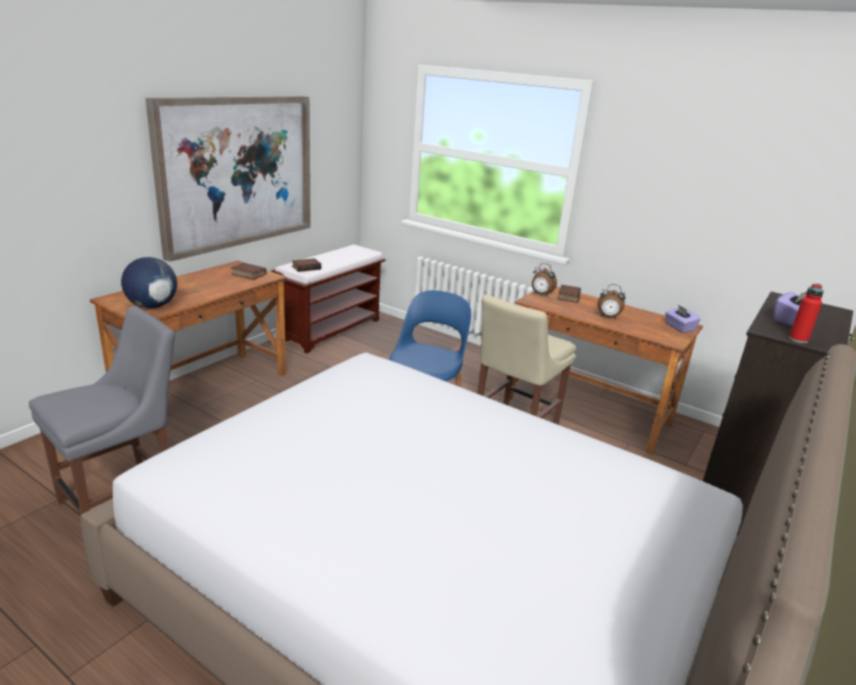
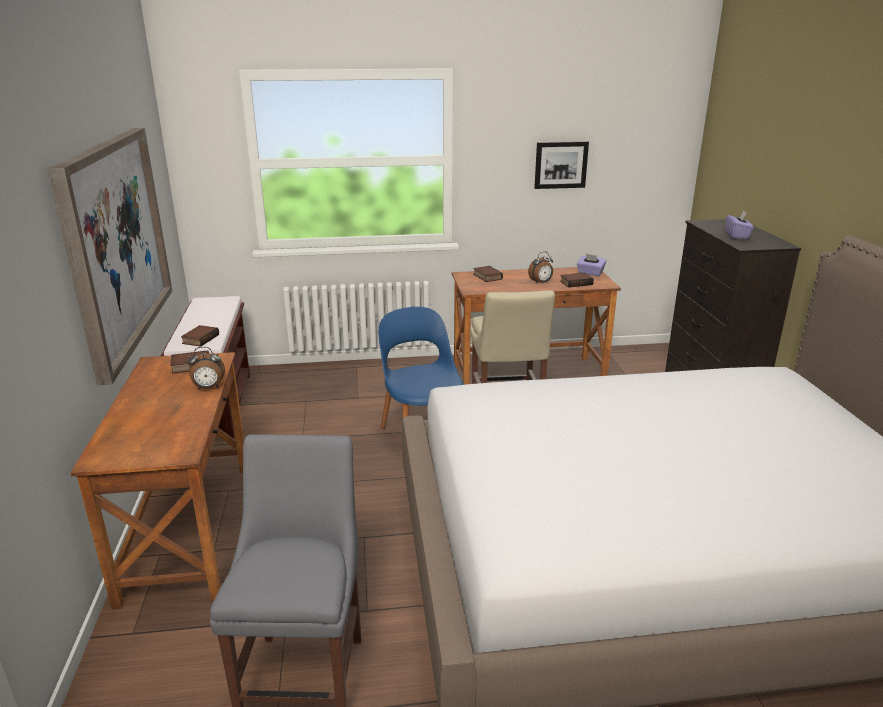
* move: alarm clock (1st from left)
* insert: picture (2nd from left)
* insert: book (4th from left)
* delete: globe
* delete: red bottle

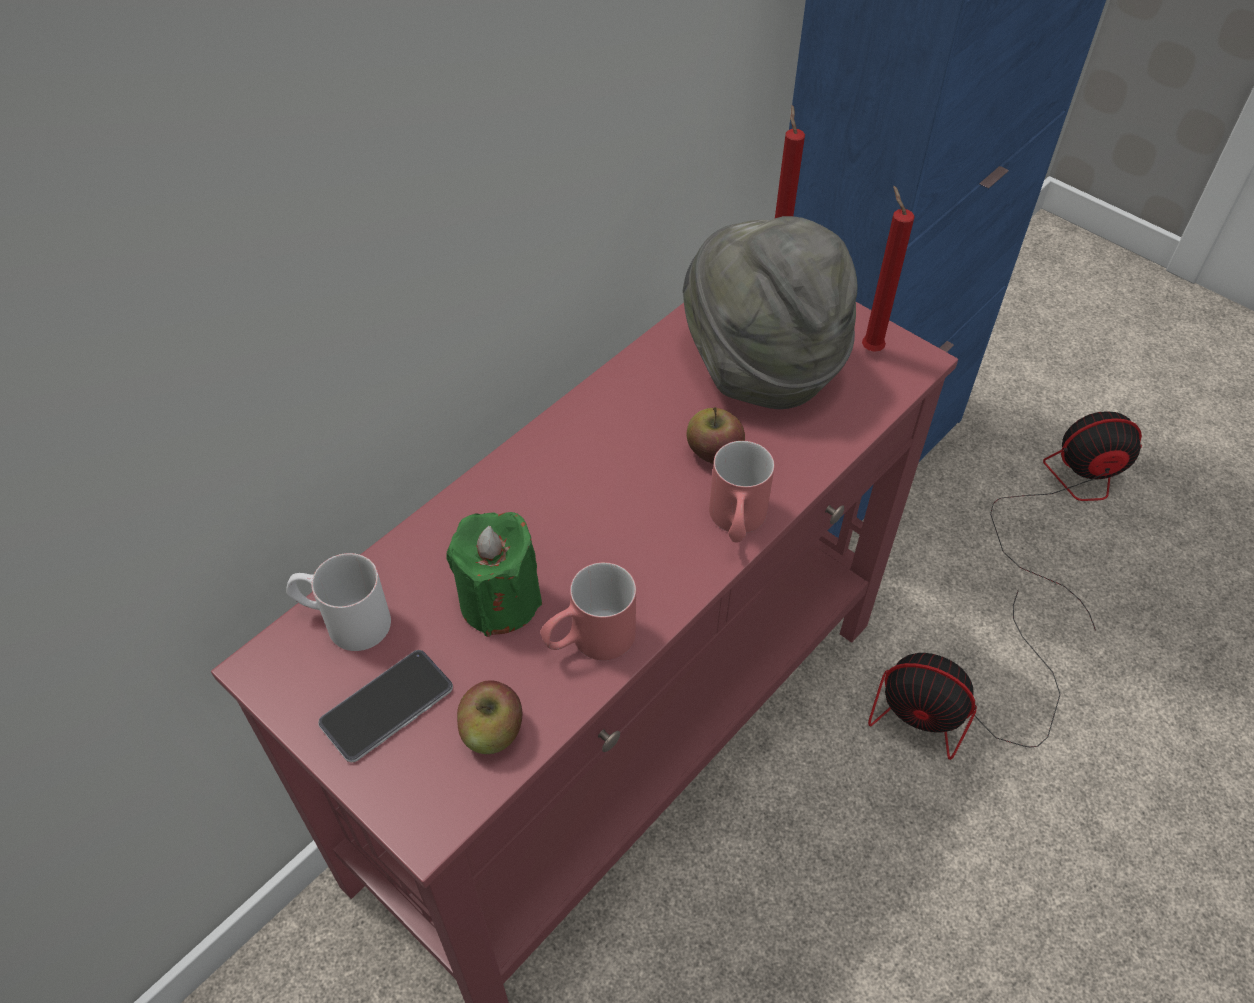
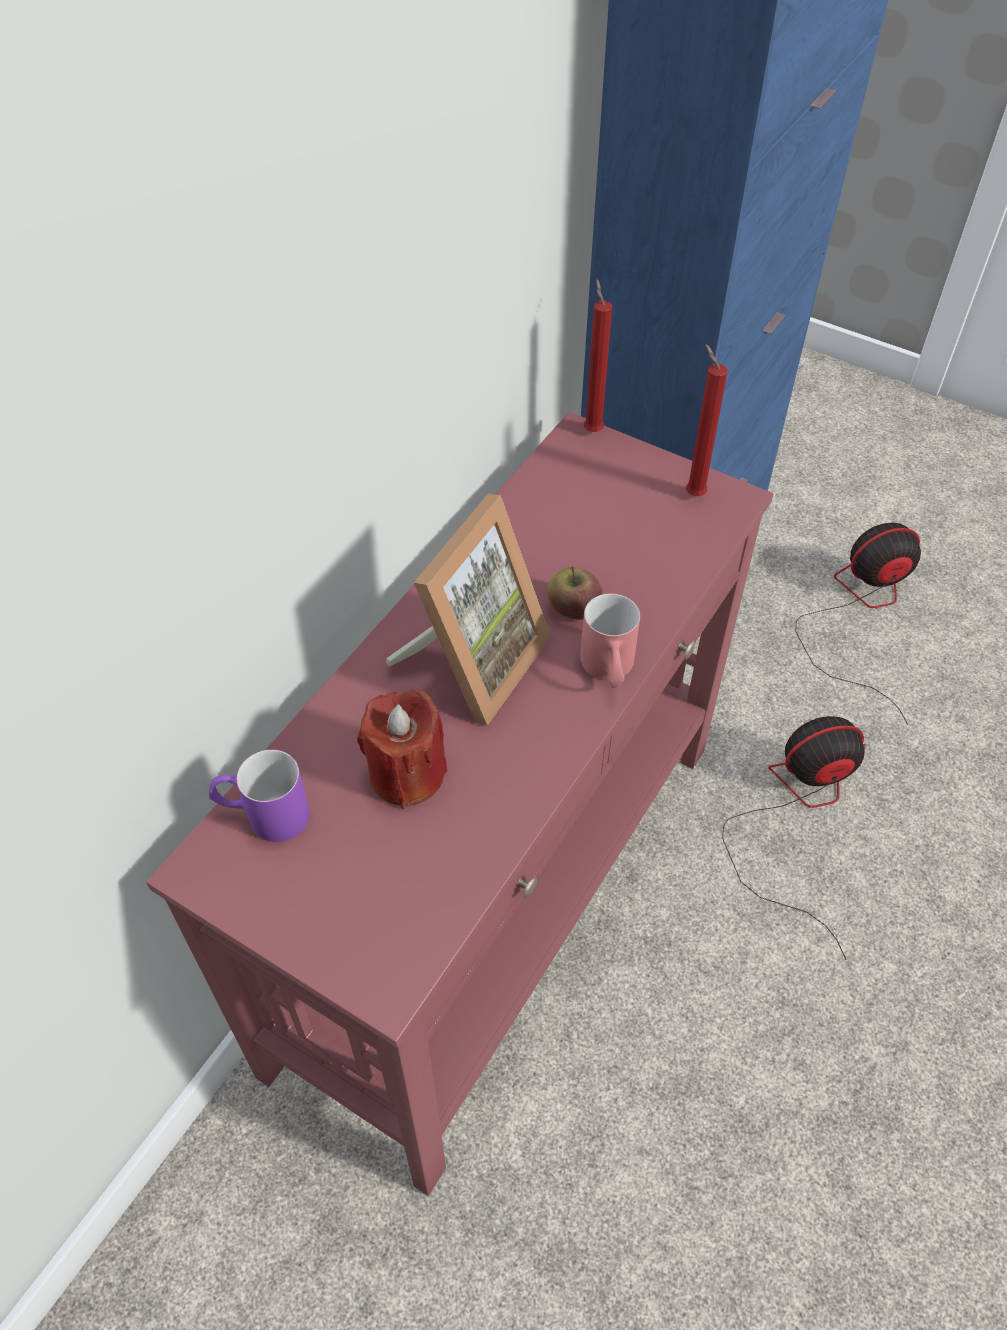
* recolor: white mug to purple mug
* recolor: green candle to red candle (1st from left)
* insert: picture frame
* rotate: fan (1st from left) 150 degrees clockwise
* delete: phone
* delete: apple (1st from left)
* delete: red mug (1st from left)
* delete: grey hat

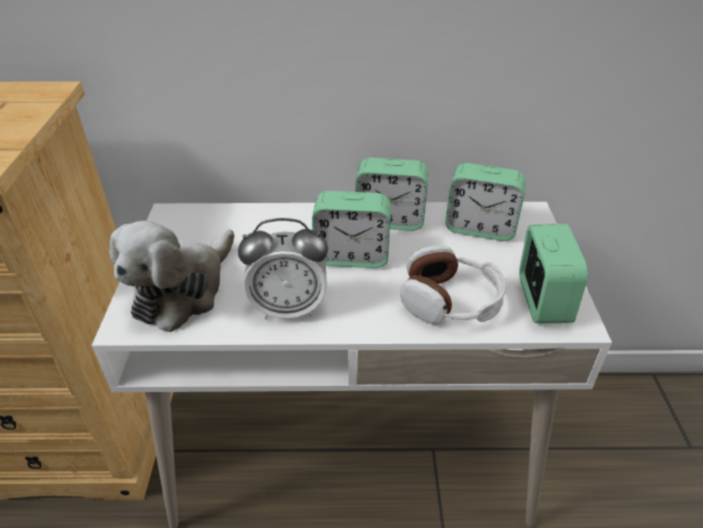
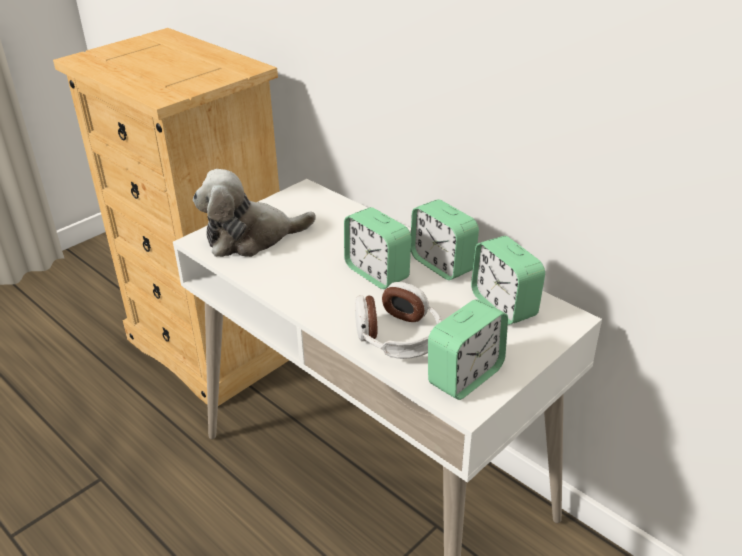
* delete: alarm clock (1st from left)

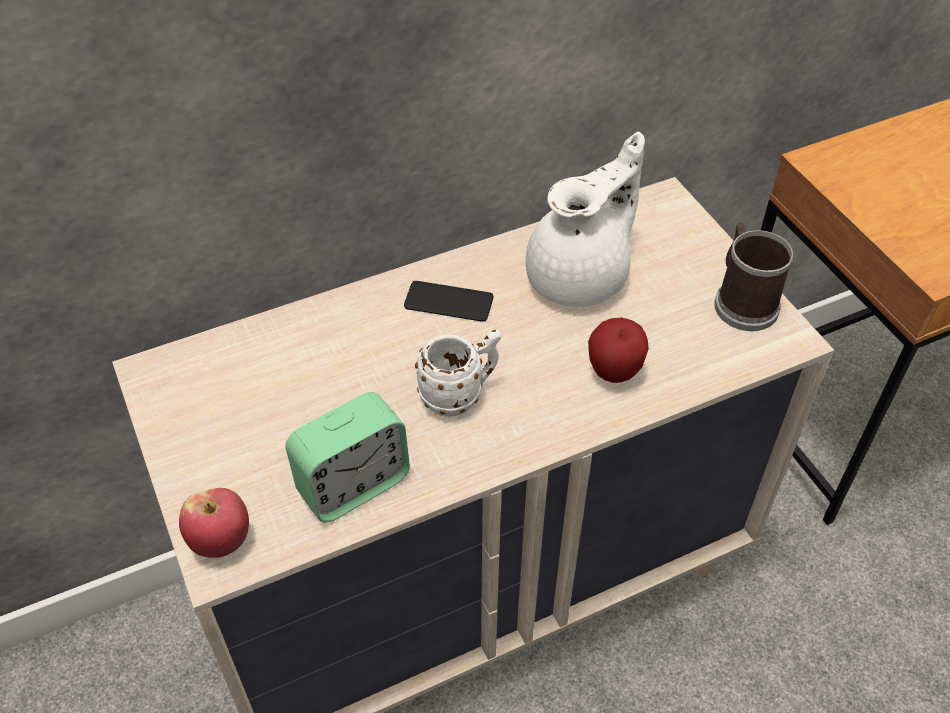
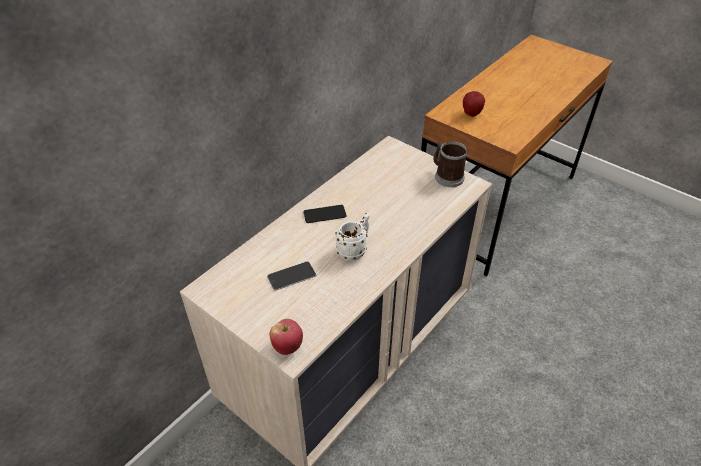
* insert: phone (1st from left)
* move: apple (2nd from left)
* delete: alarm clock
* delete: white teapot

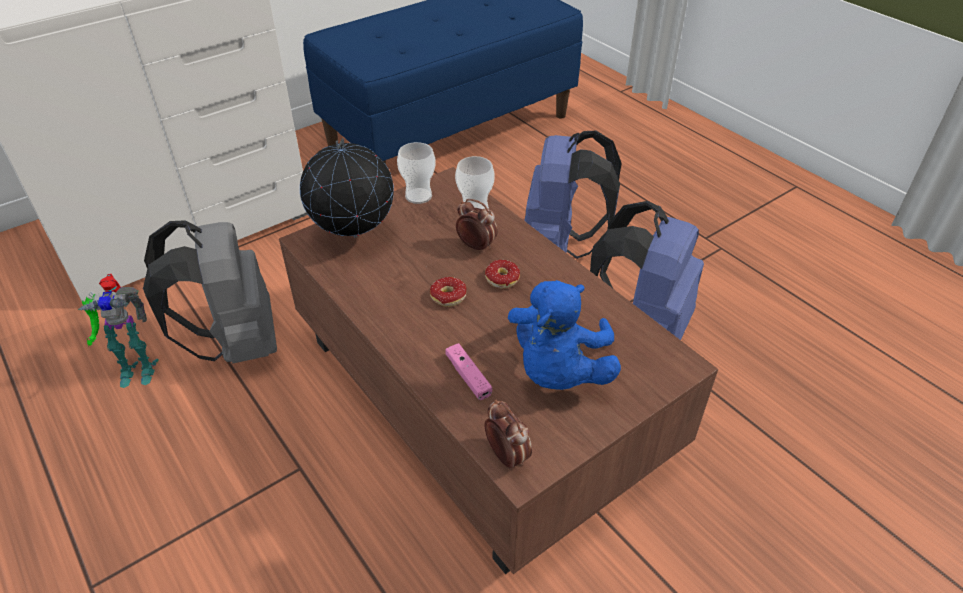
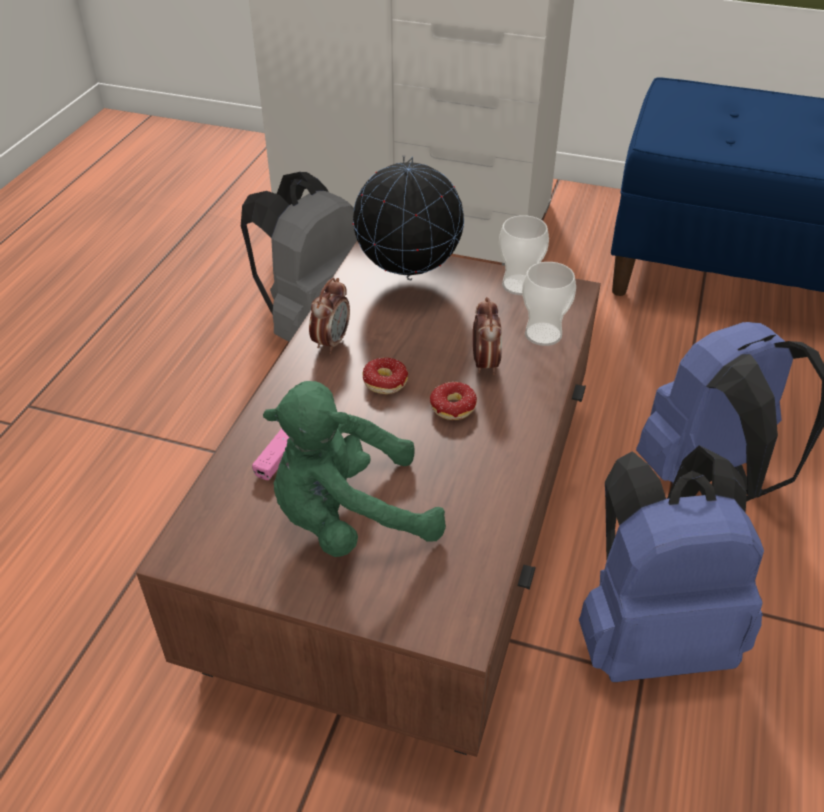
* recolor: blue plush toy to green plush toy
* move: alarm clock (2nd from left in the first image) to alarm clock (1st from left)
* delete: toy robot

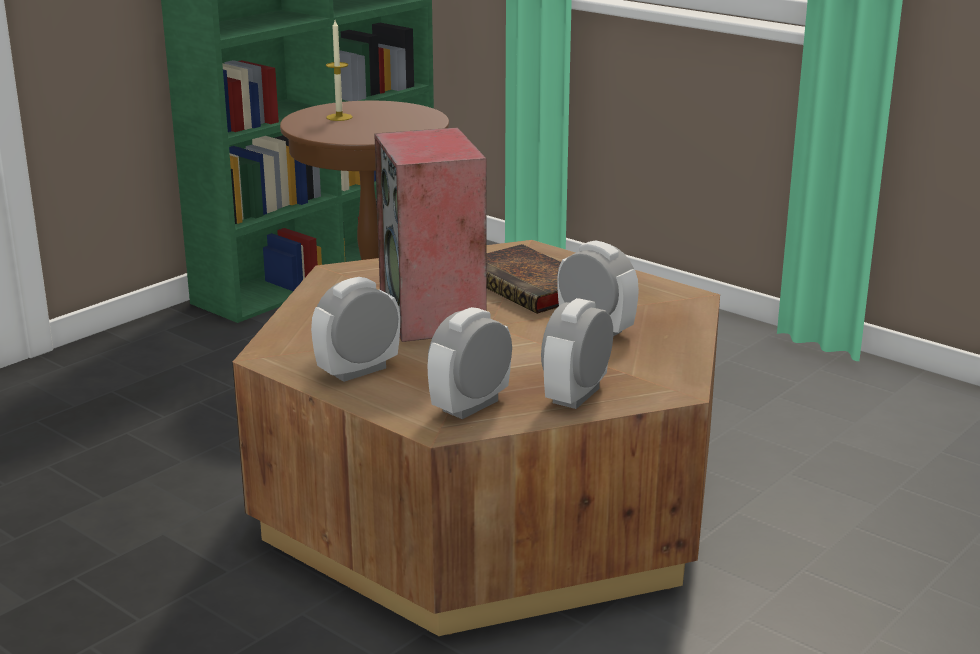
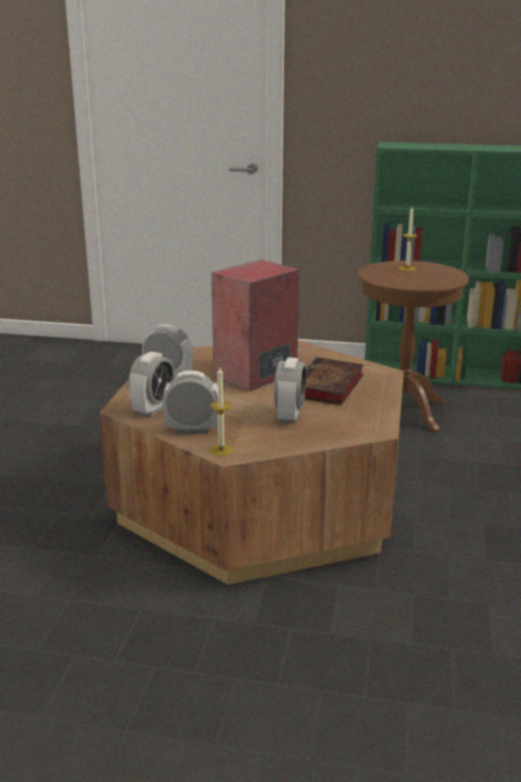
* rotate: alarm clock (2nd from left in the first image) 105 degrees clockwise
* insert: candle (1st from left)

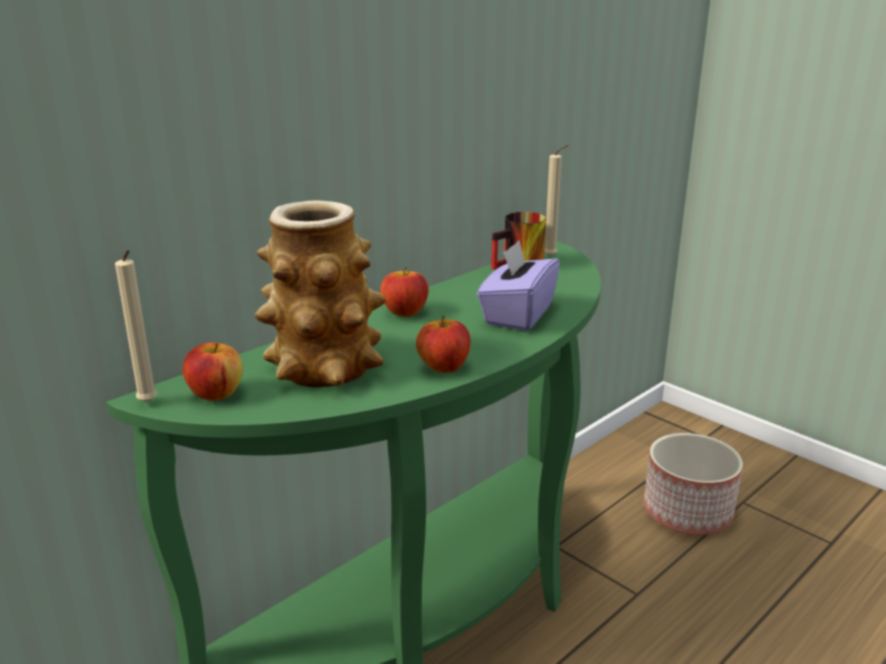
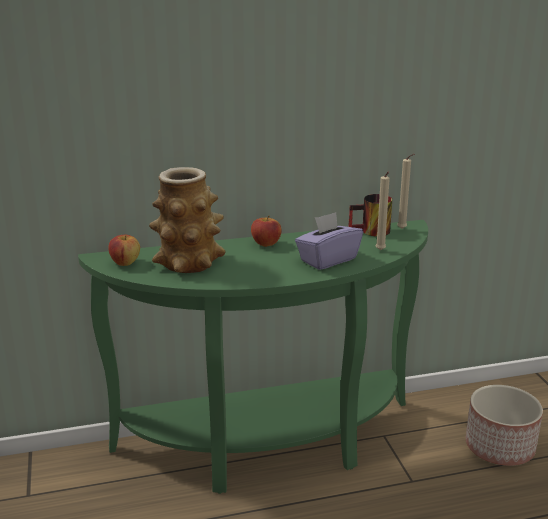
* move: beige candle (1st from left)
* delete: apple (3rd from left)

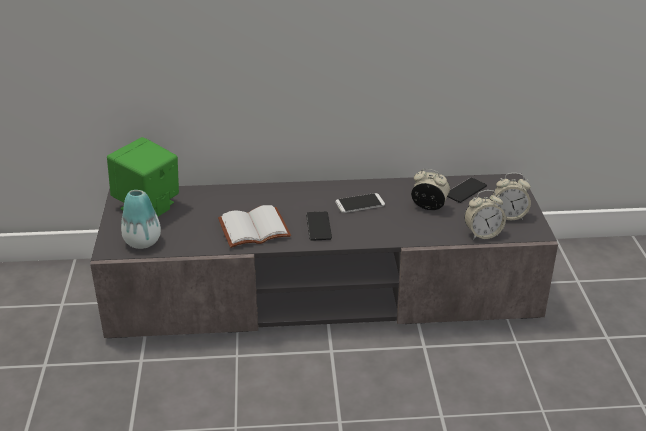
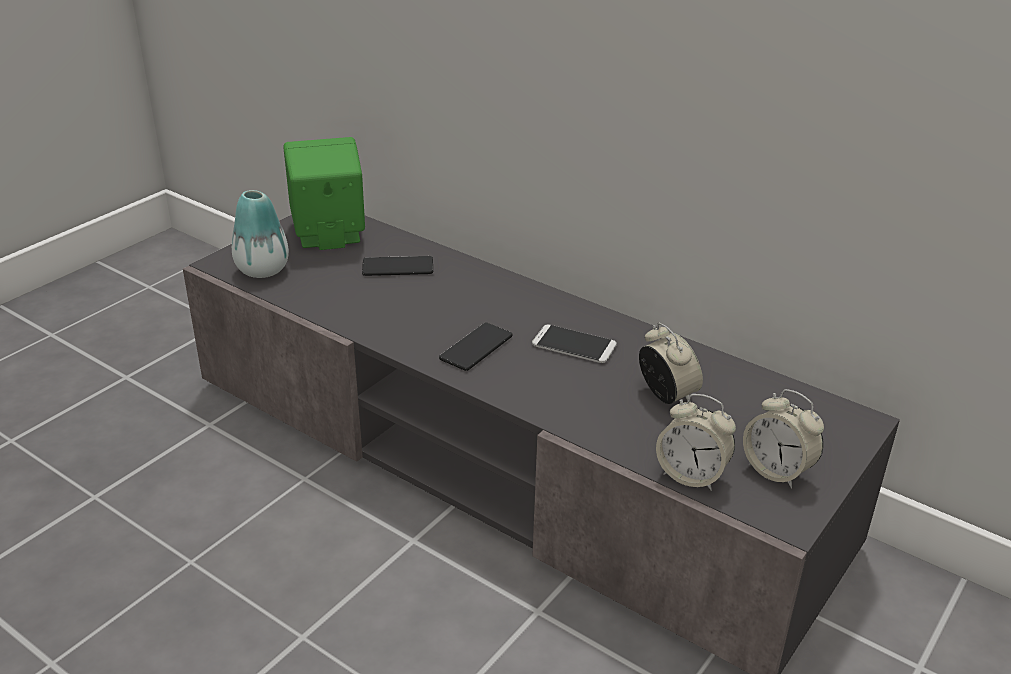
* move: phone (3rd from left in the first image) to phone (1st from left)
* delete: white book

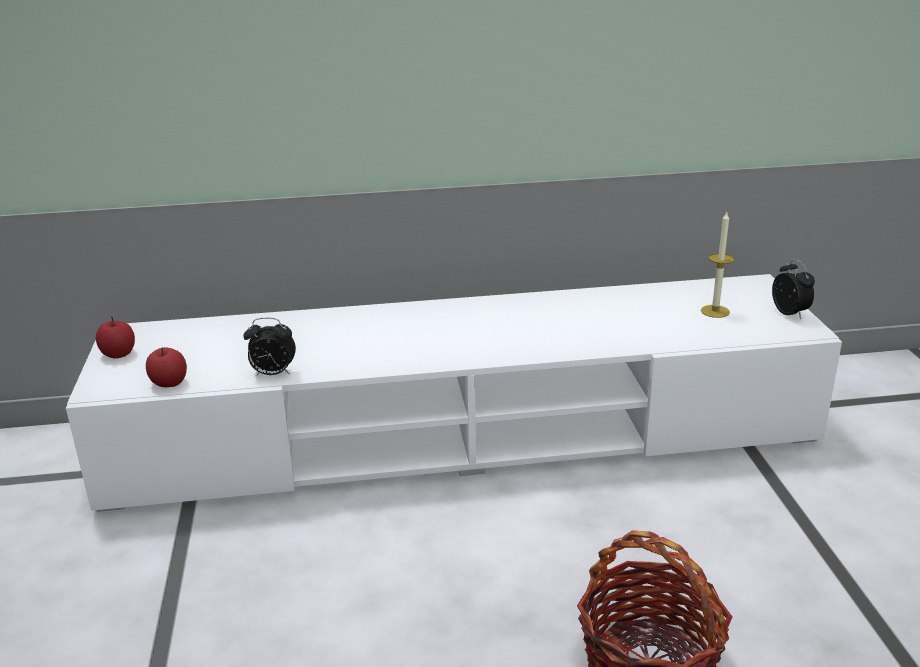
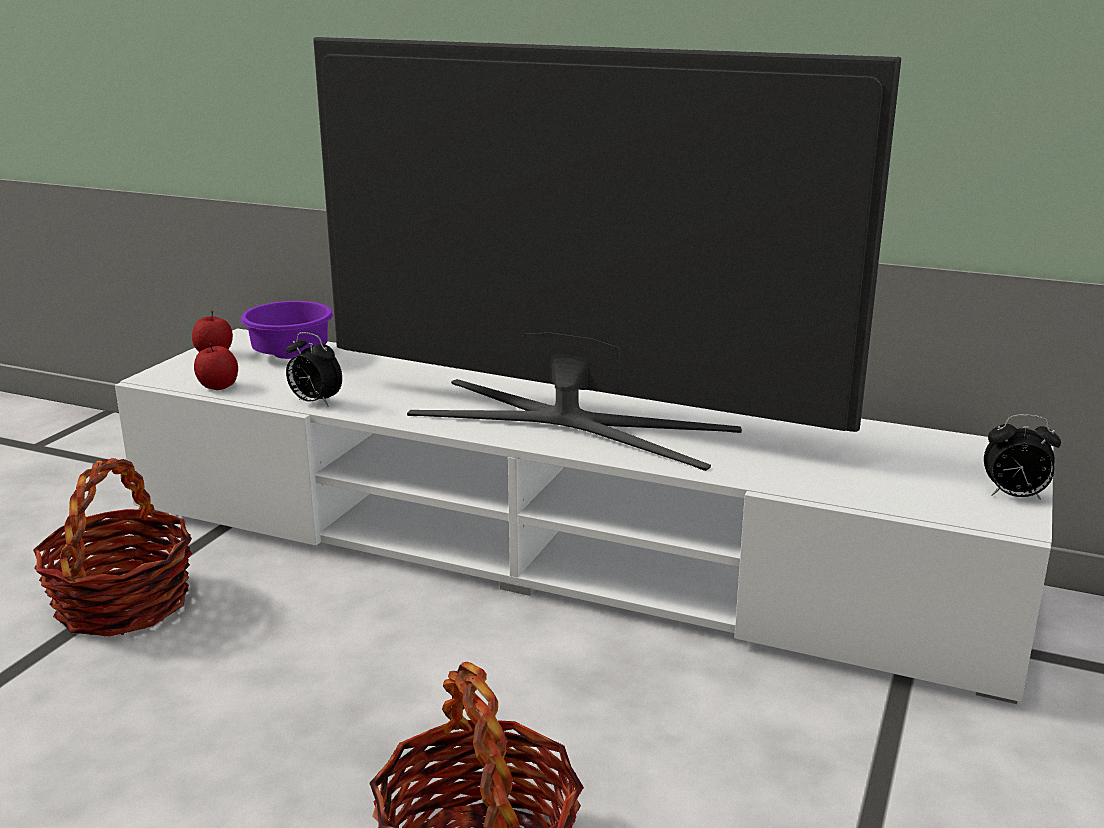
* insert: basket (1st from left)
* insert: purple bowl
* insert: television
* rotate: alarm clock (2nd from left) 90 degrees clockwise
* delete: candle

